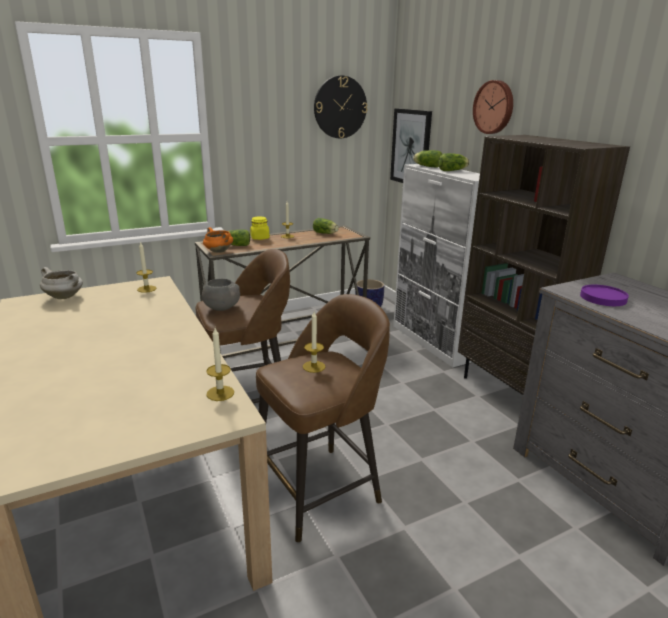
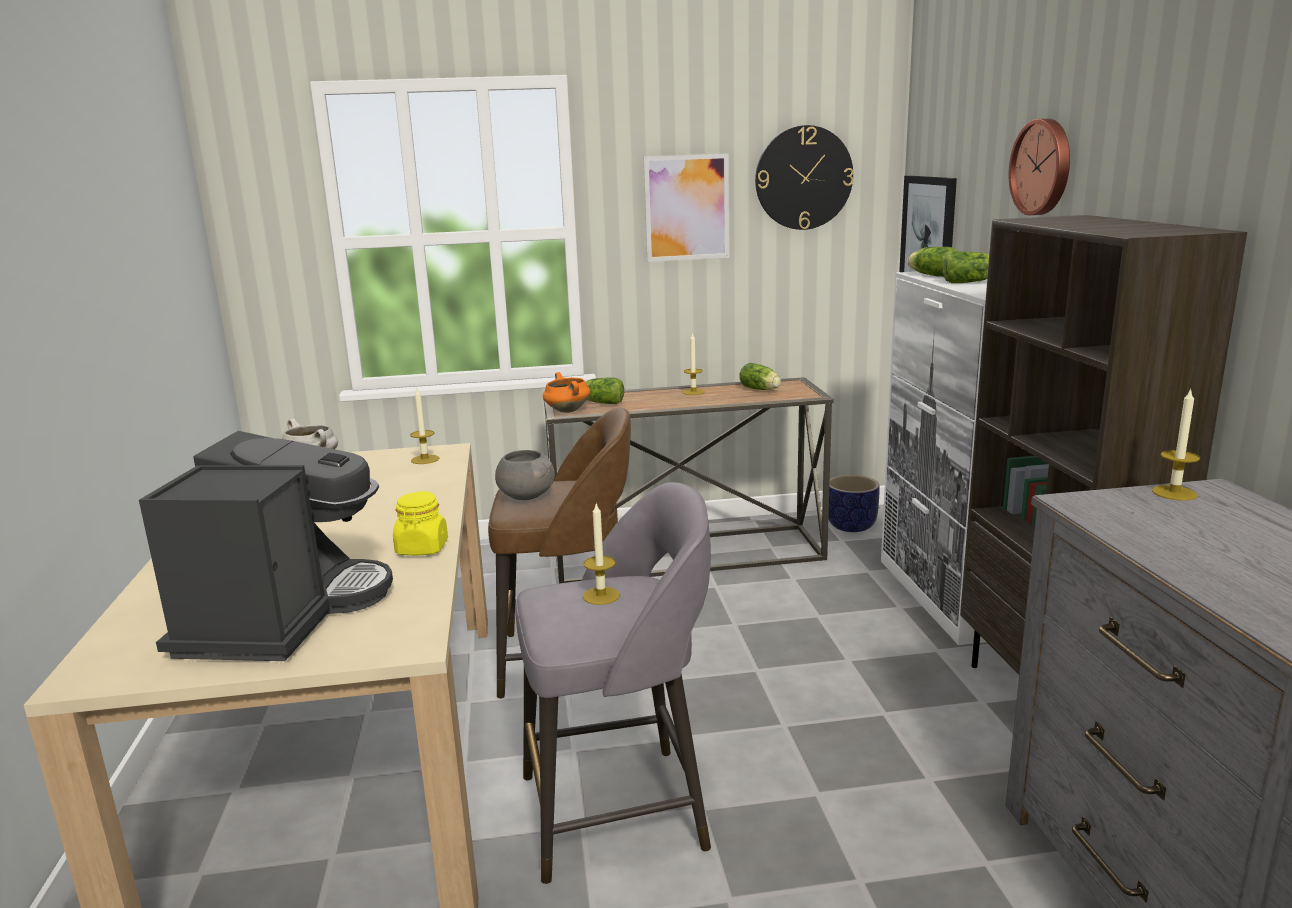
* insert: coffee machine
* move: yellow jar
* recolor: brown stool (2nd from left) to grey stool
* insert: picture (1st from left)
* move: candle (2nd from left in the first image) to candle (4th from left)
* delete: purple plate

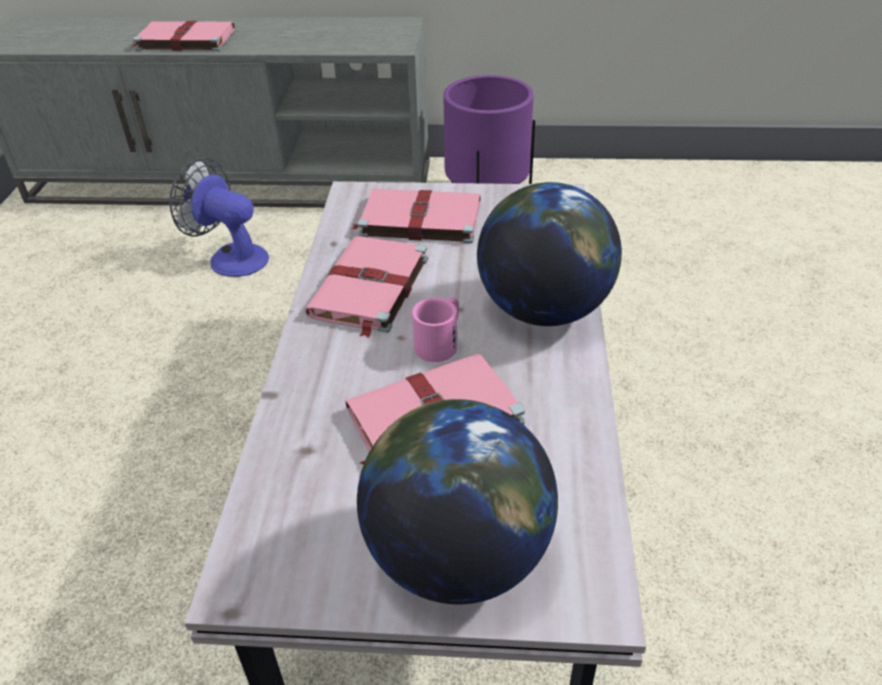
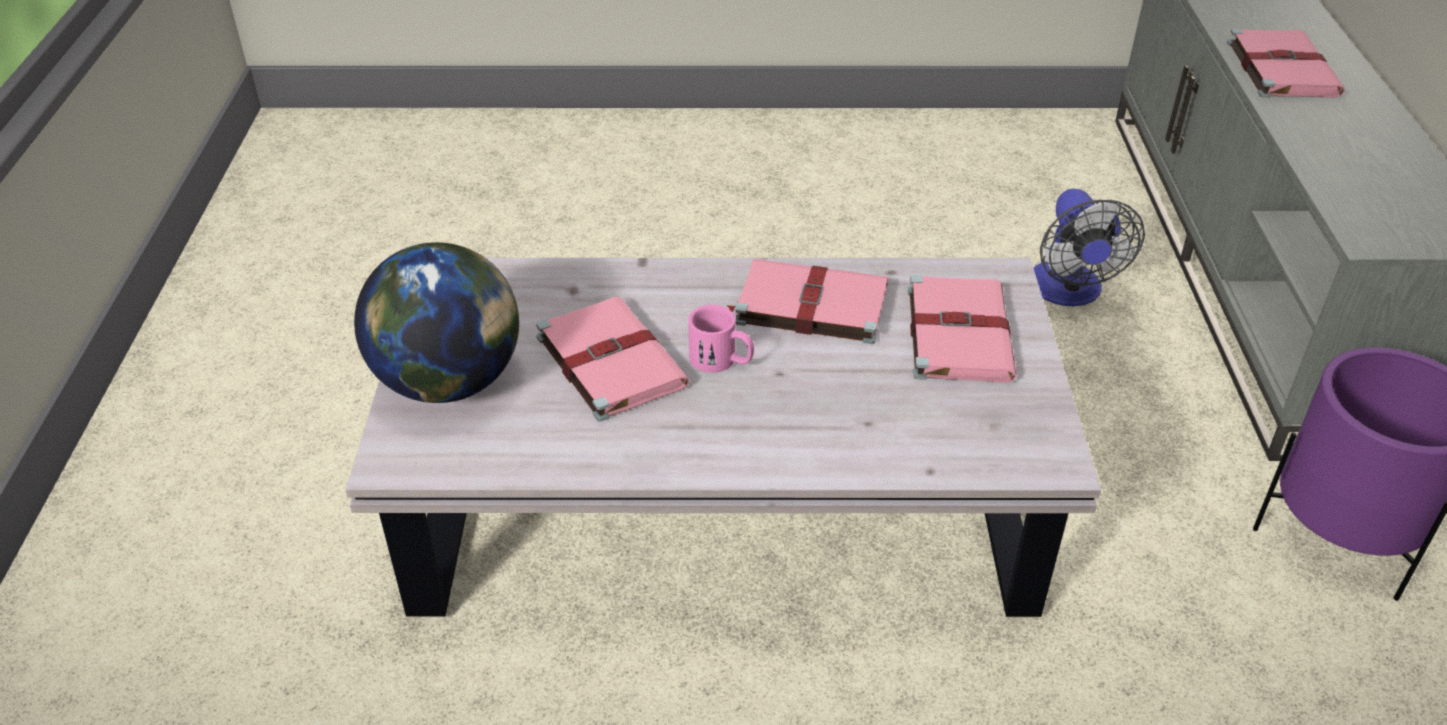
* rotate: fan 150 degrees clockwise
* delete: globe (2nd from left)

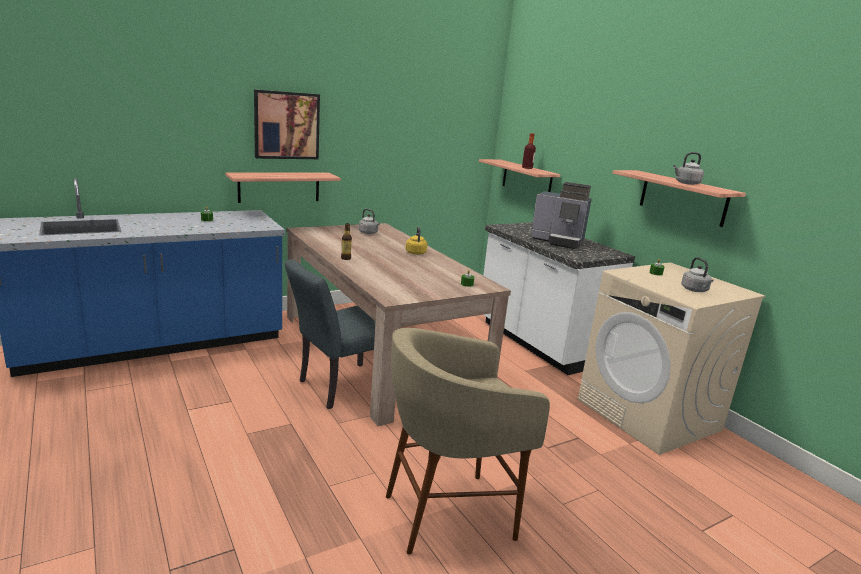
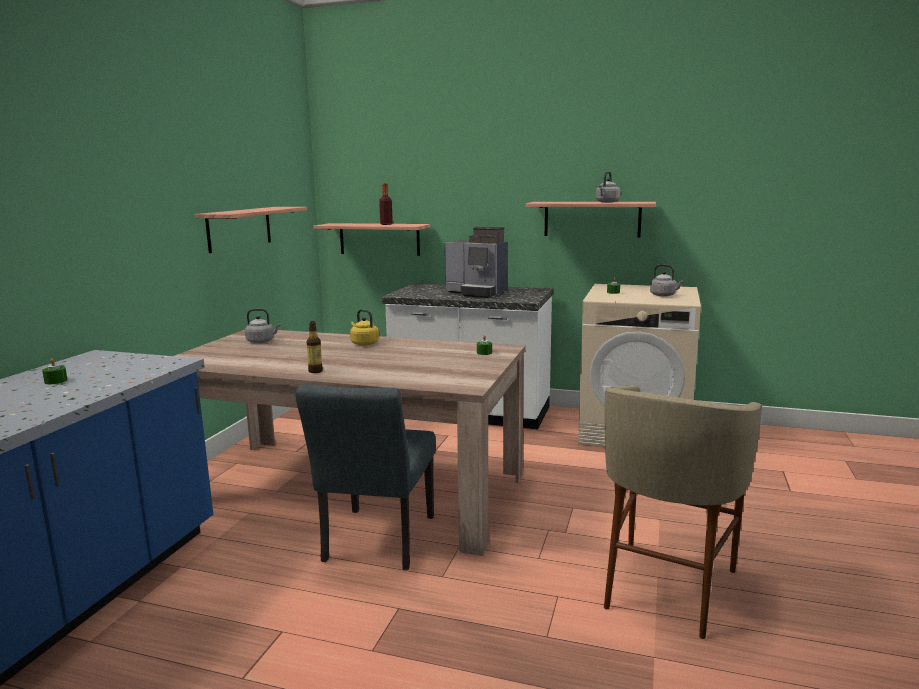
* move: shelf (1st from left)
* rotate: coffee machine 45 degrees clockwise
* delete: picture

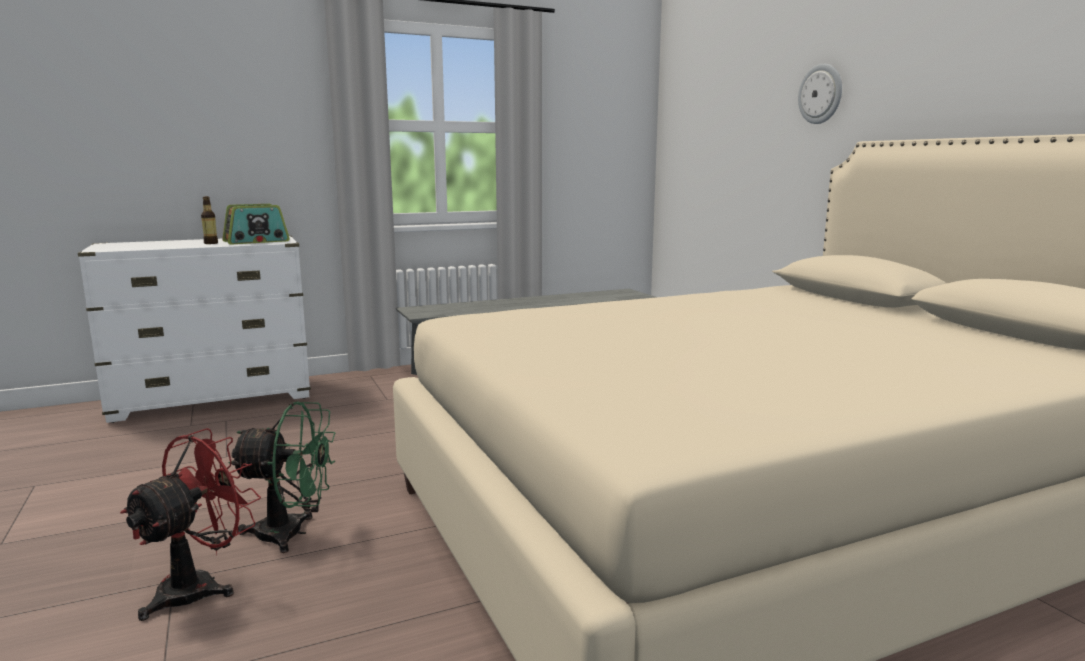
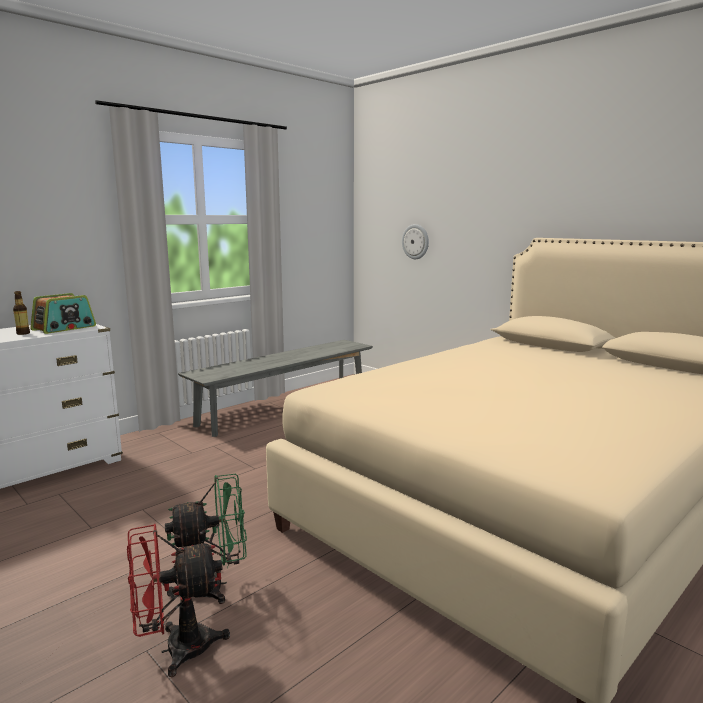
* rotate: red fan 120 degrees counterclockwise
* move: wall clock

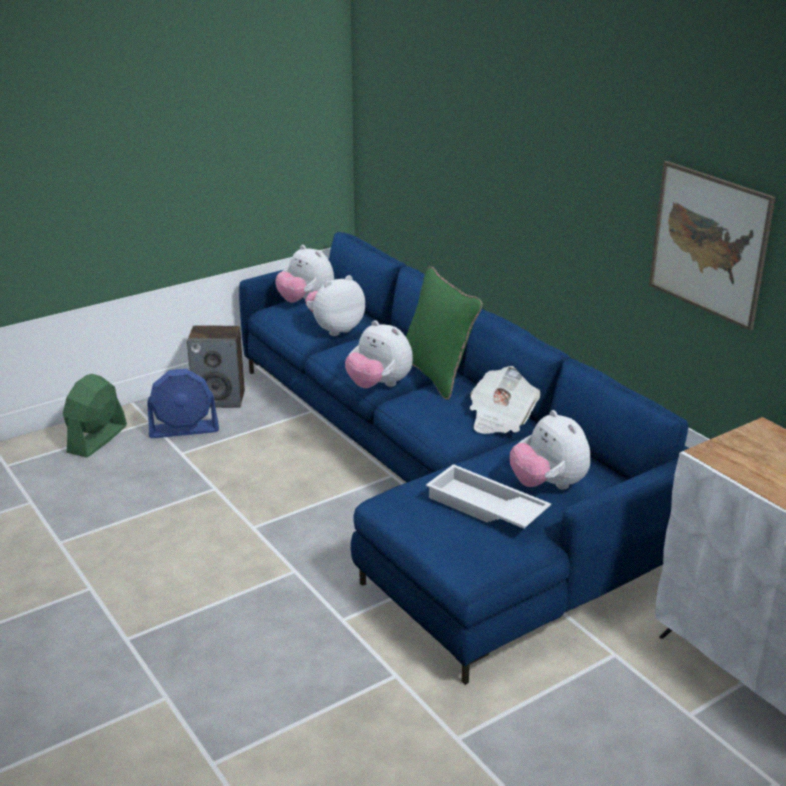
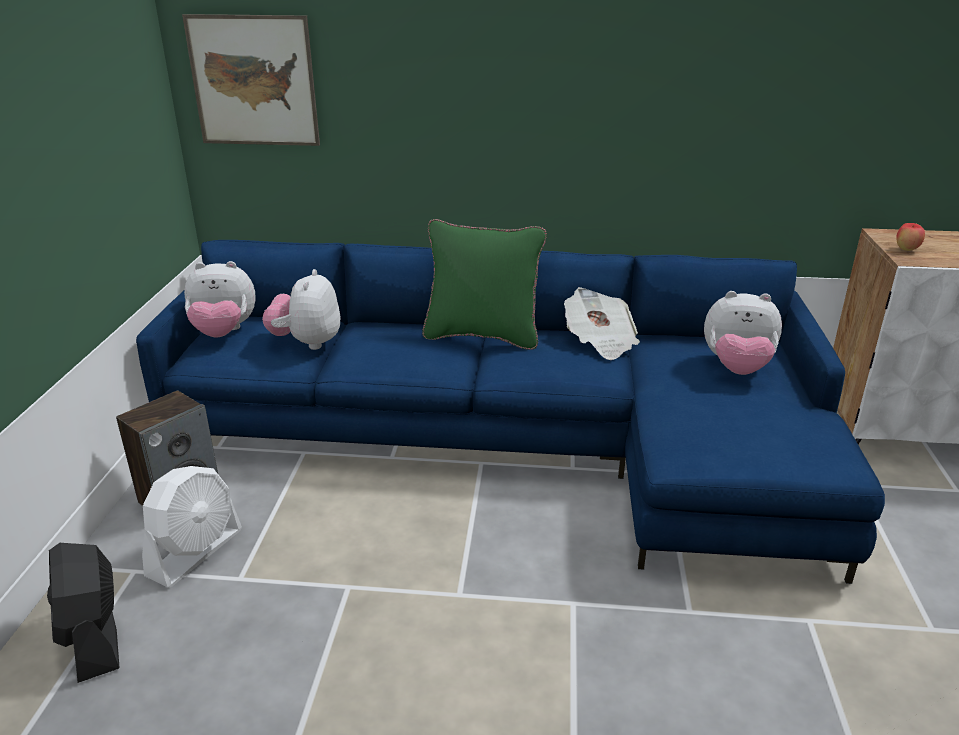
* recolor: green fan to black fan
* recolor: blue fan to white fan
* move: picture
* insert: apple
* delete: plush toy (3rd from left)
* delete: white tray

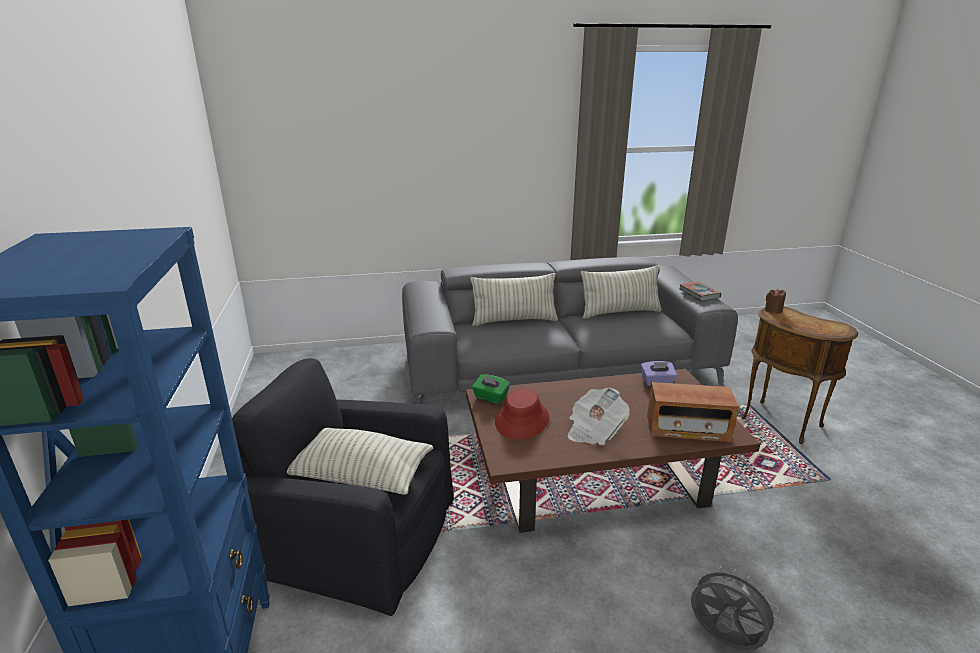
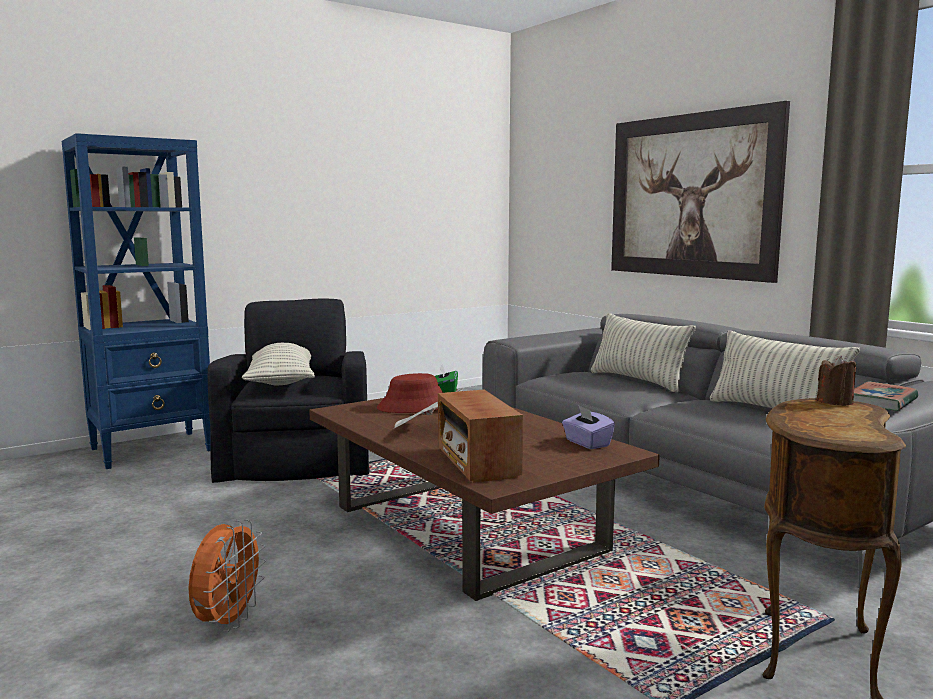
* recolor: grey fan to orange fan
* insert: picture

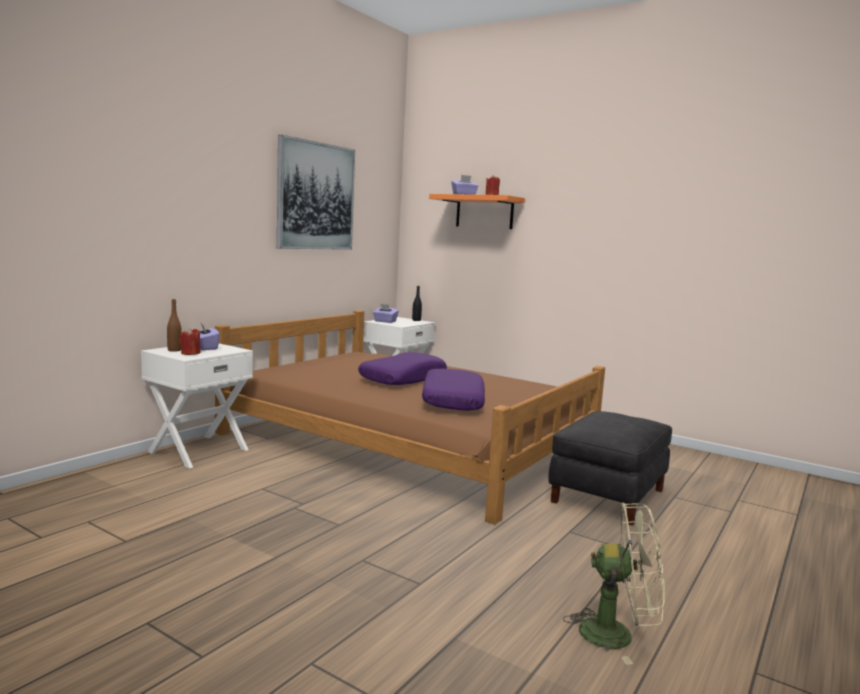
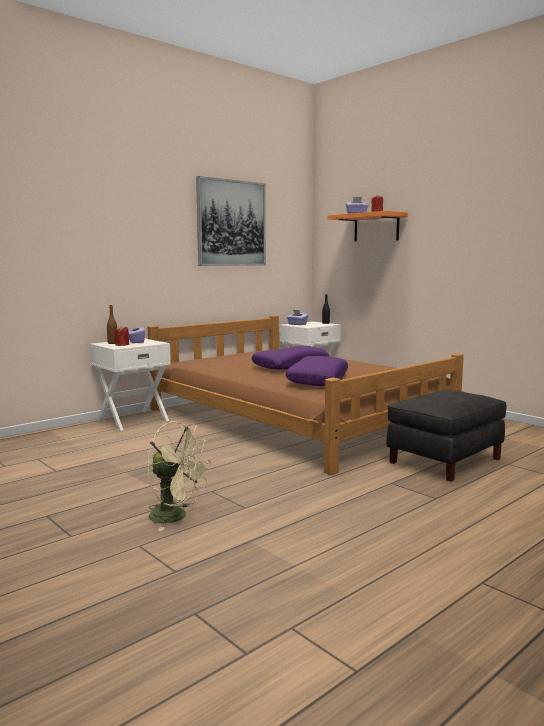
* move: beige fan

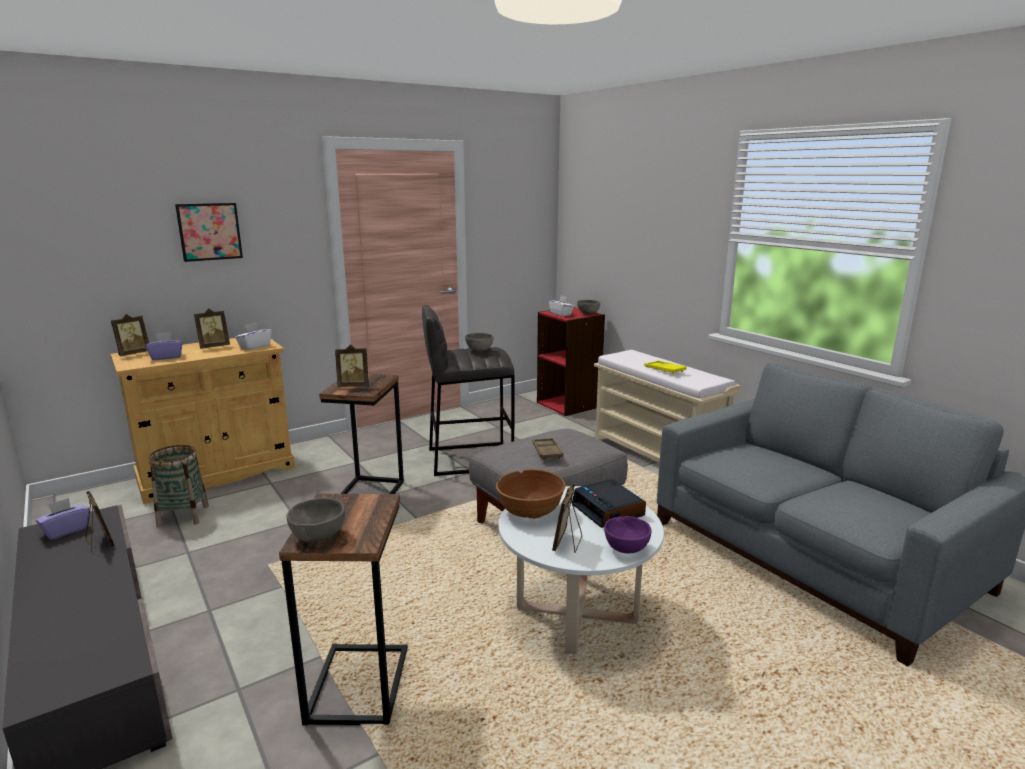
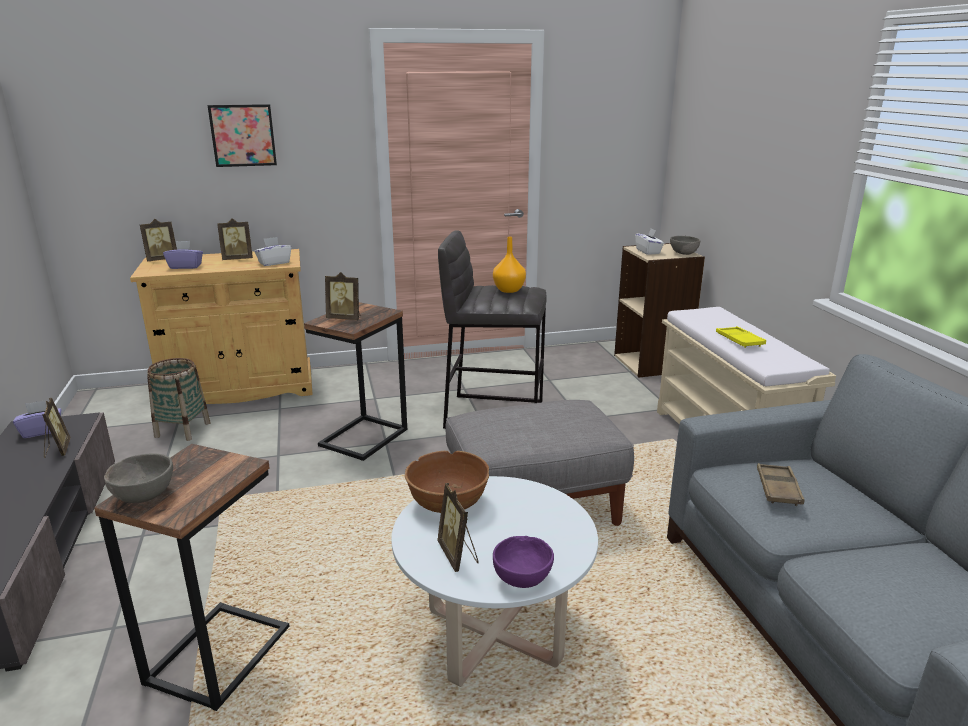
* rotate: picture frame (5th from left) 60 degrees counterclockwise
* replace: grey bowl (2nd from left) to orange vase
* recolor: red bookcase to beige bookcase
* move: brown tray
* delete: alarm clock

